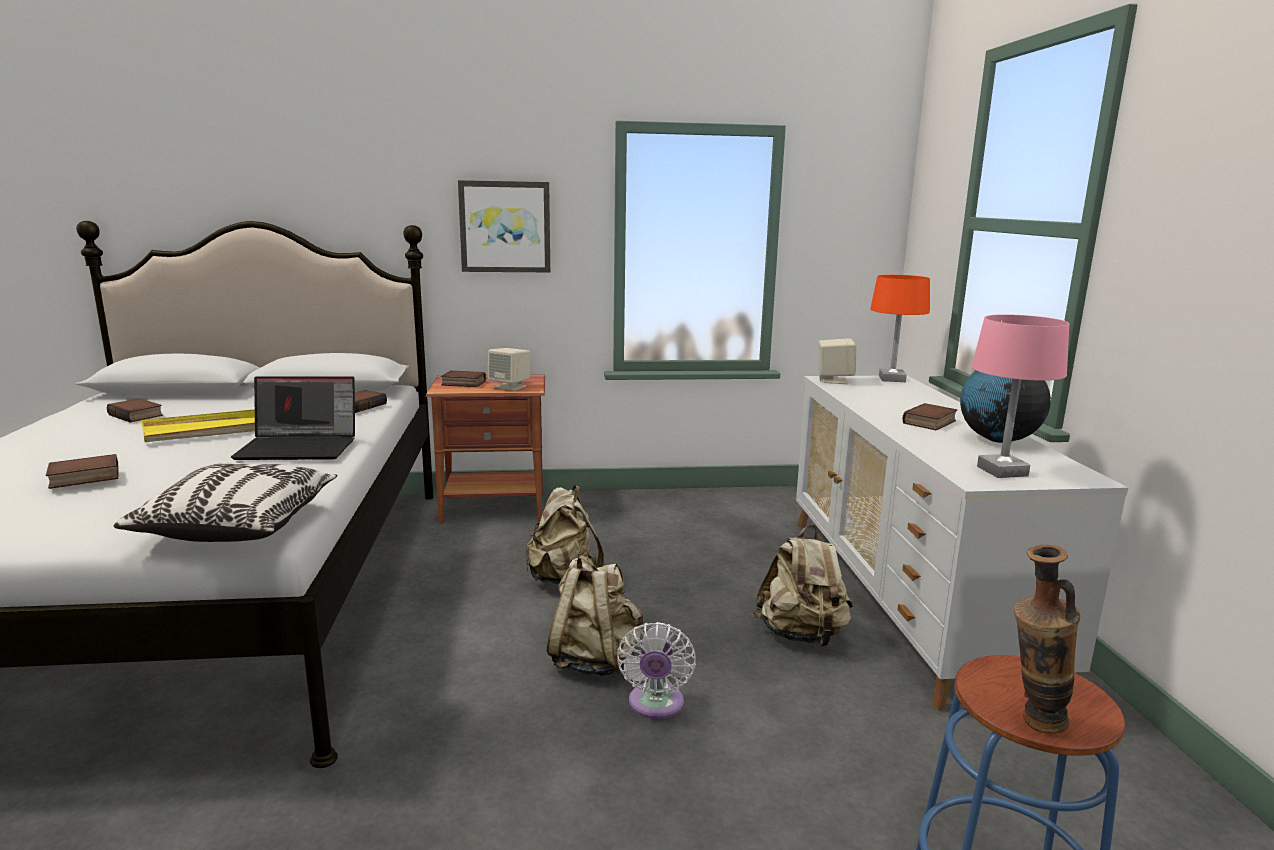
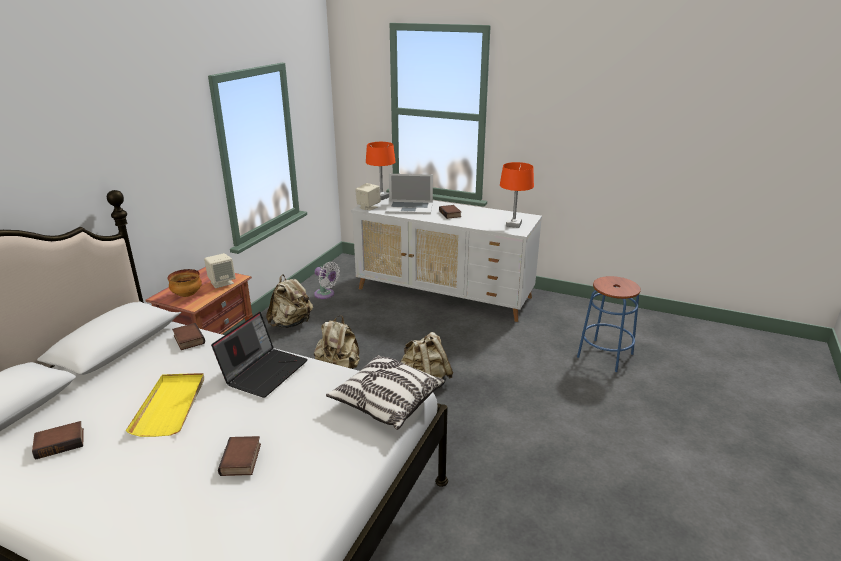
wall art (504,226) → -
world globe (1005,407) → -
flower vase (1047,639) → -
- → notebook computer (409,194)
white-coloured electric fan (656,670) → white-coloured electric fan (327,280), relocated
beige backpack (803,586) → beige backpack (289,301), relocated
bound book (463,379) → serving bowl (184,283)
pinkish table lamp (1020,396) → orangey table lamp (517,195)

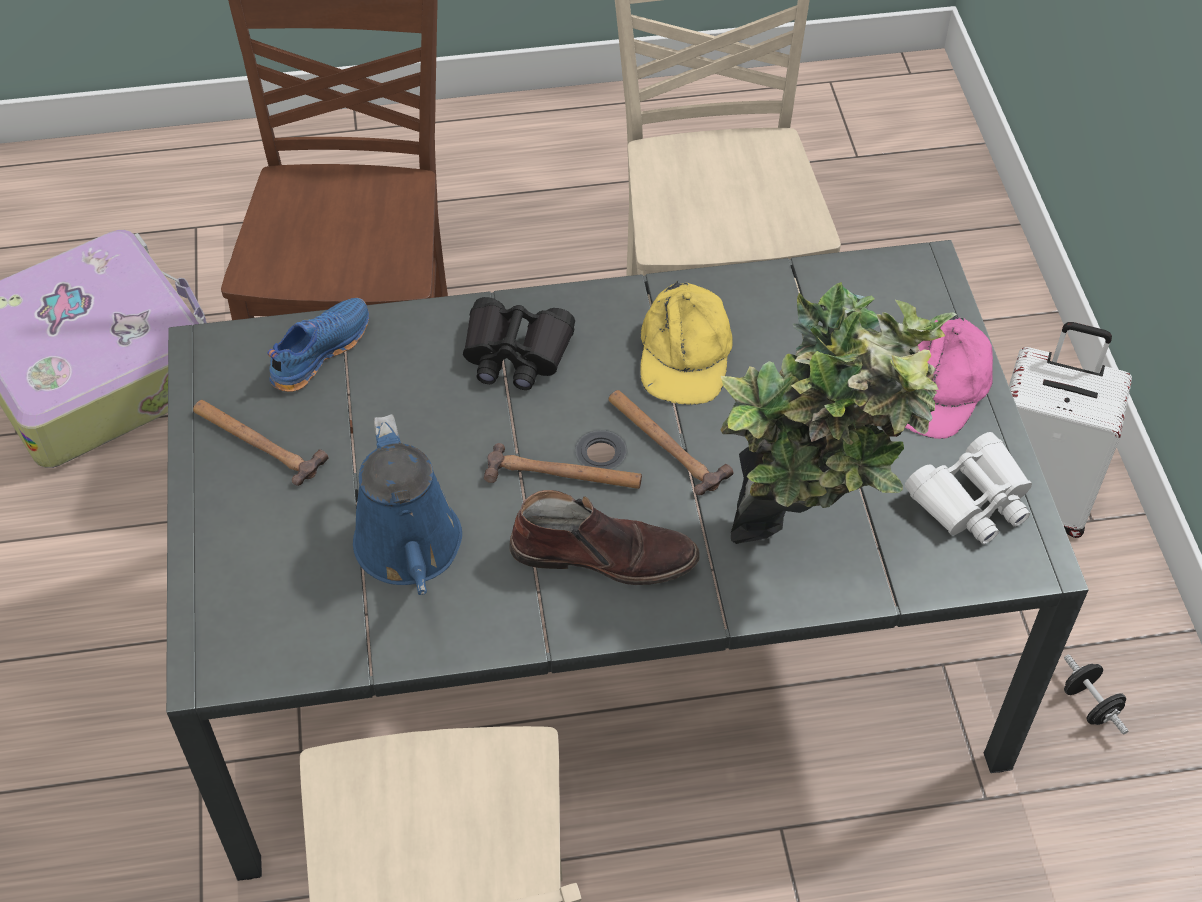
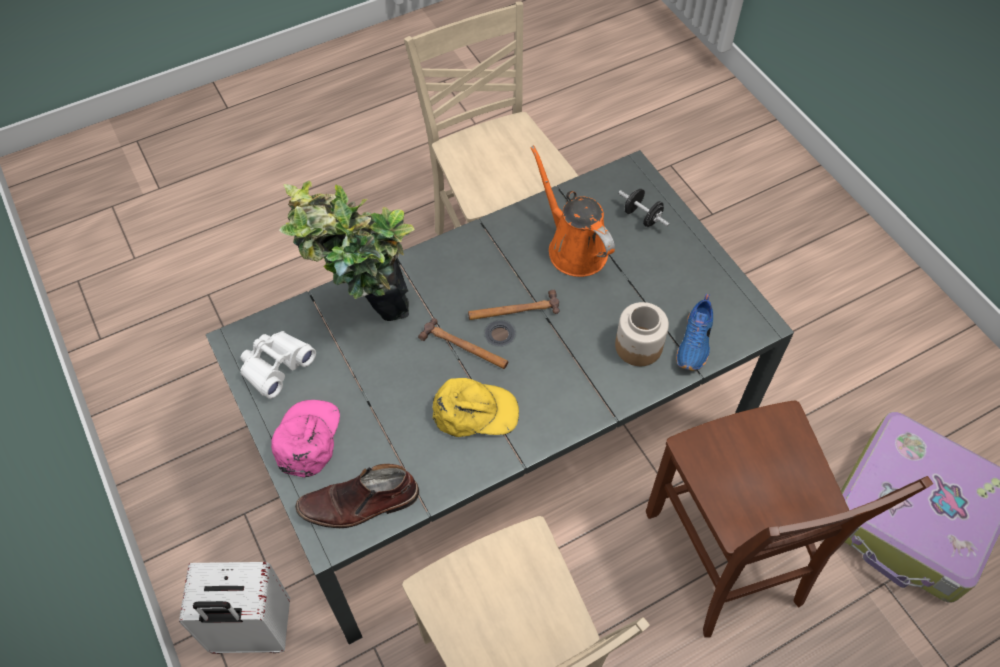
hand hammer (261,443) → -
black-coloured pair of binoculars (519,343) → -
- → jar (642,334)
brown-coloured high-top boot (604,537) → brown-coloured high-top boot (357,496), relocated
black-coloured dumbbell (1096,694) → black-coloured dumbbell (644,208), relocated
blue watering pot (407,504) → orangey watering pot (572,211)
yellow cap (686,342) → yellow cap (475,407), 105 degrees clockwise

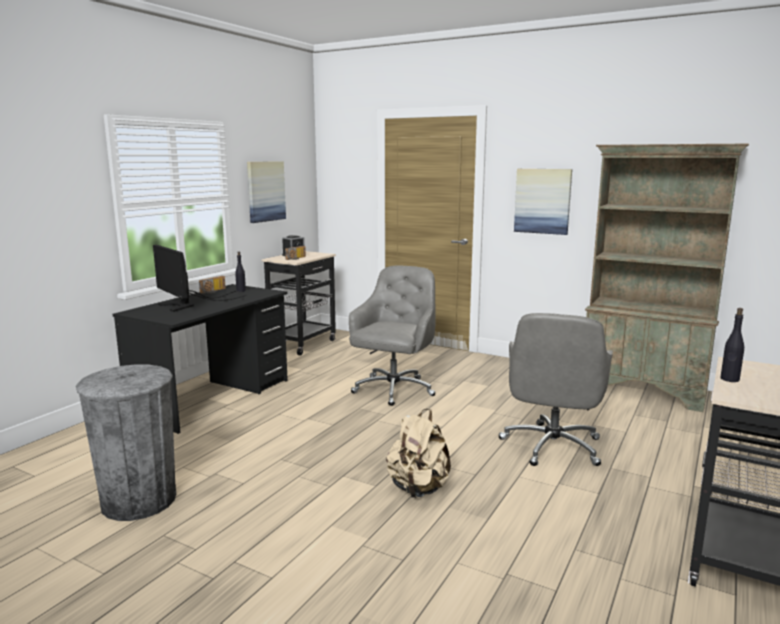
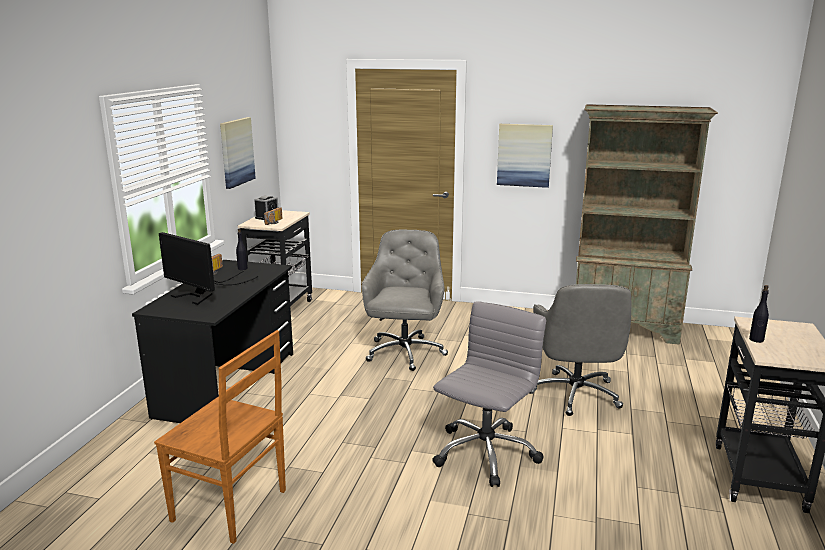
greyish waste bin (126,443) → brown-coloured plain chair (220,437)
beige backpack (418,453) → greyish computer chair (489,394)

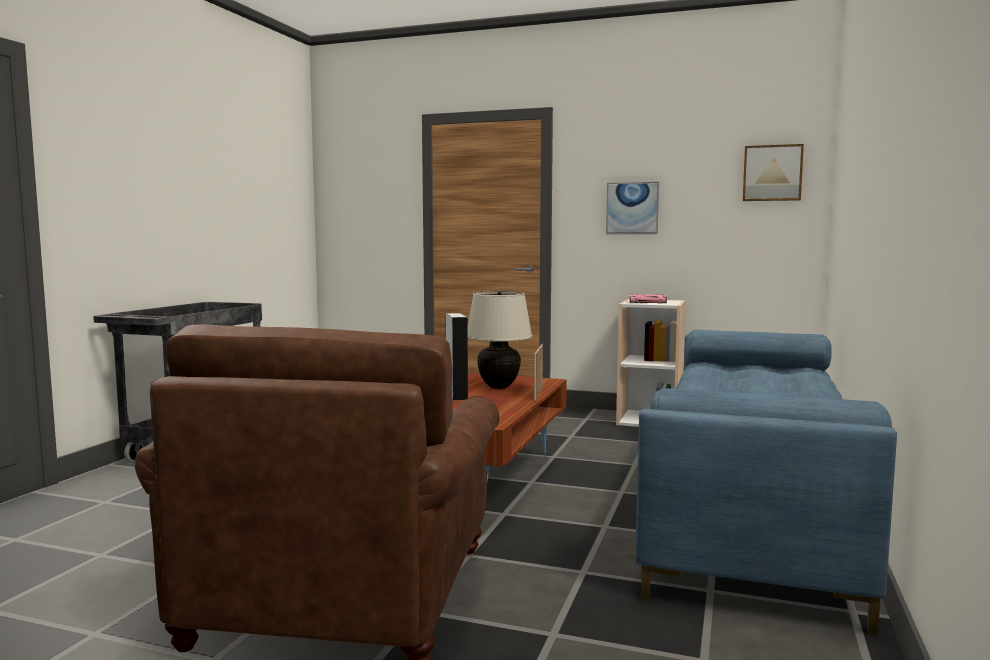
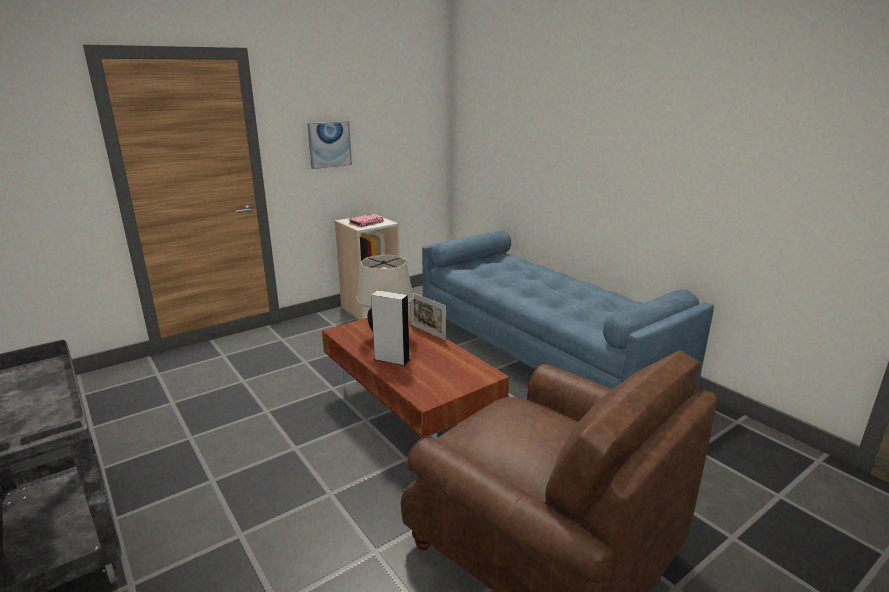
wall art (773,172) → -

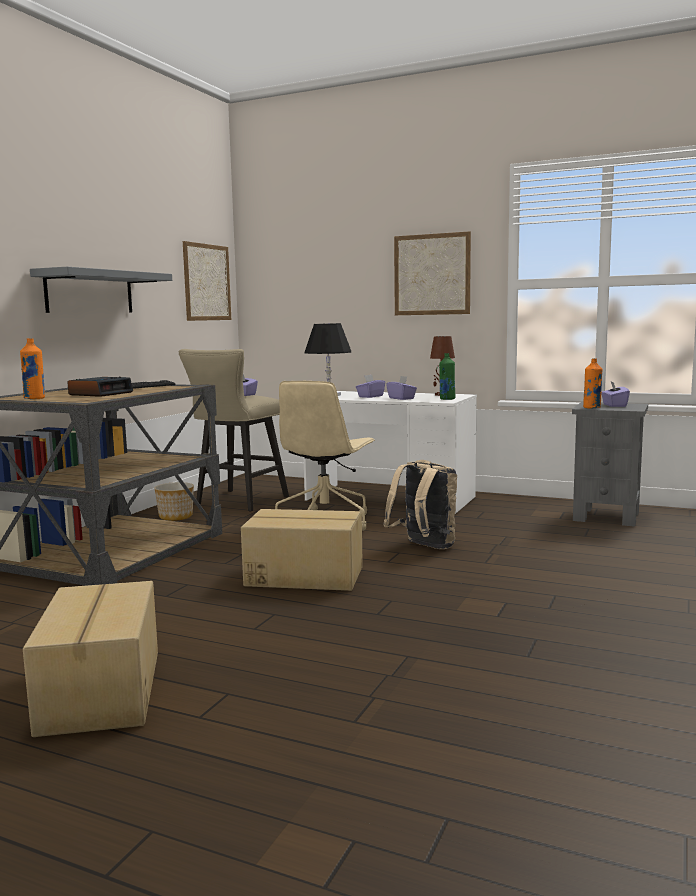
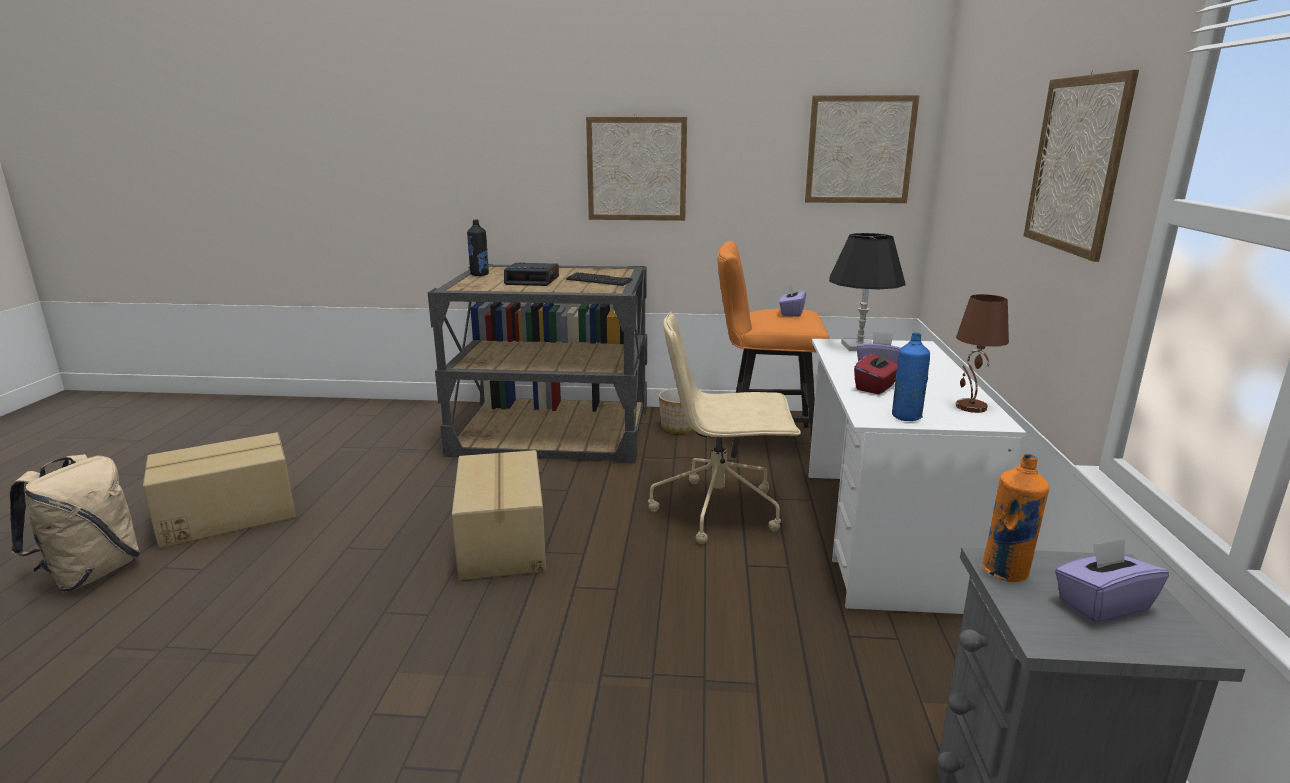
beige backpack (420,504) → beige backpack (74,523), relocated
greyish bracket shelf (101,290) → wall art (636,169)
orangey bottle (32,368) → black-coloured bottle (478,247)
beige sitting stool (234,430) → orangey sitting stool (774,349)
purplish tissue box (401,388) → red-coloured tissue box (876,372)
green bottle (447,376) → blue bottle (911,376)

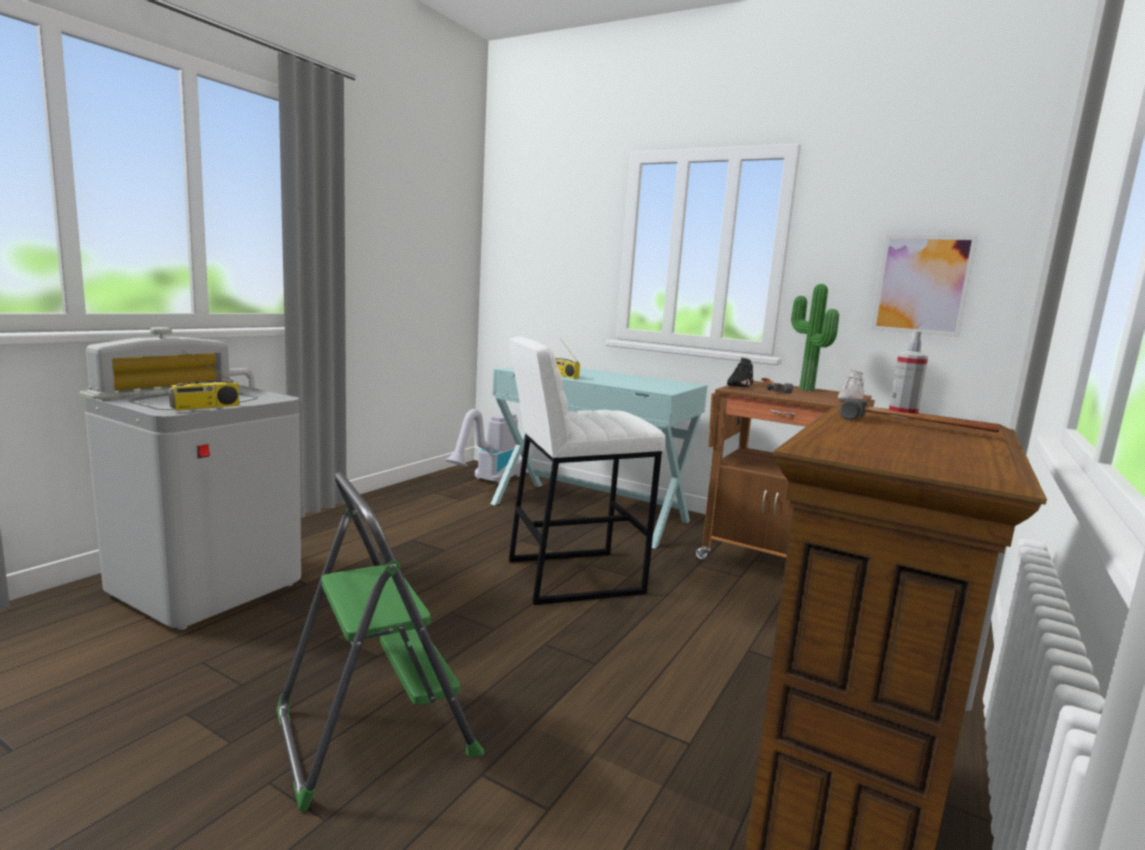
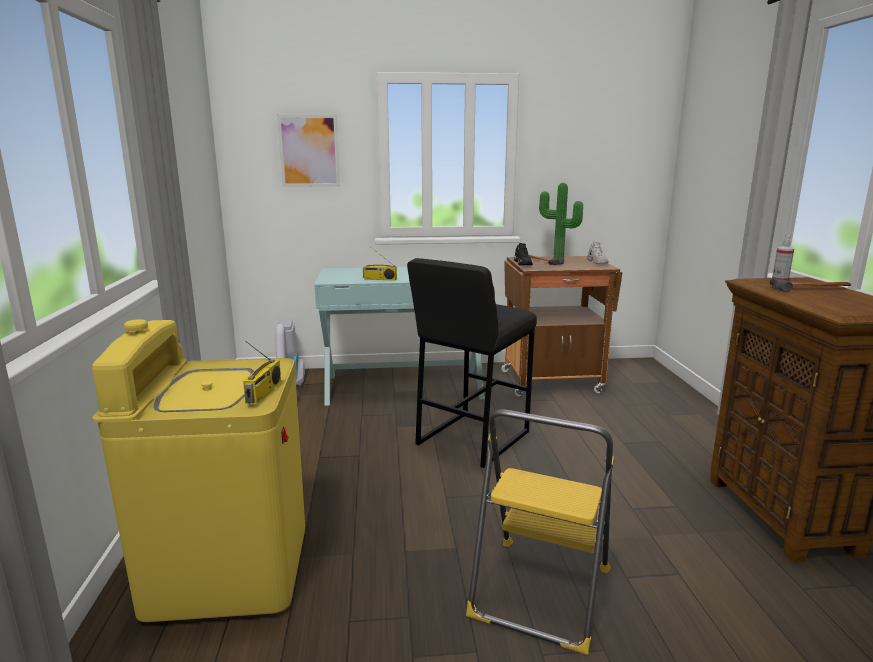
wall art (924,285) → wall art (308,150), relocated
greyish washing machine (190,478) → yellow washing machine (198,470)
green step stool (380,641) → yellow step stool (540,532)
white-coloured sitting stool (587,471) → black-coloured sitting stool (472,363)

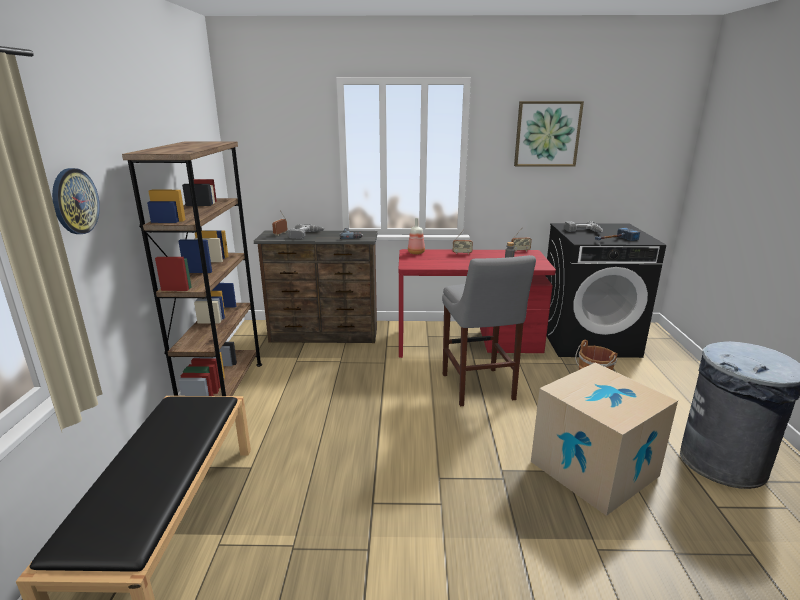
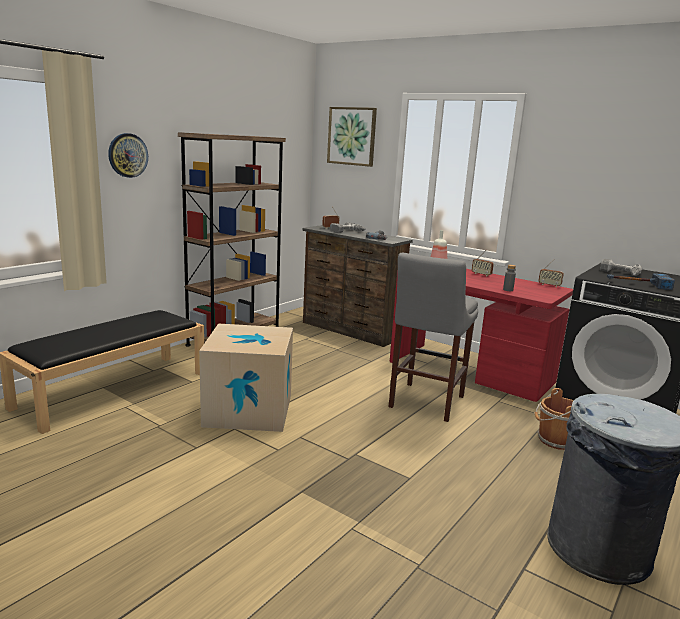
wall art (549,134) → wall art (352,137), relocated
cardboard box (604,439) → cardboard box (246,378), relocated

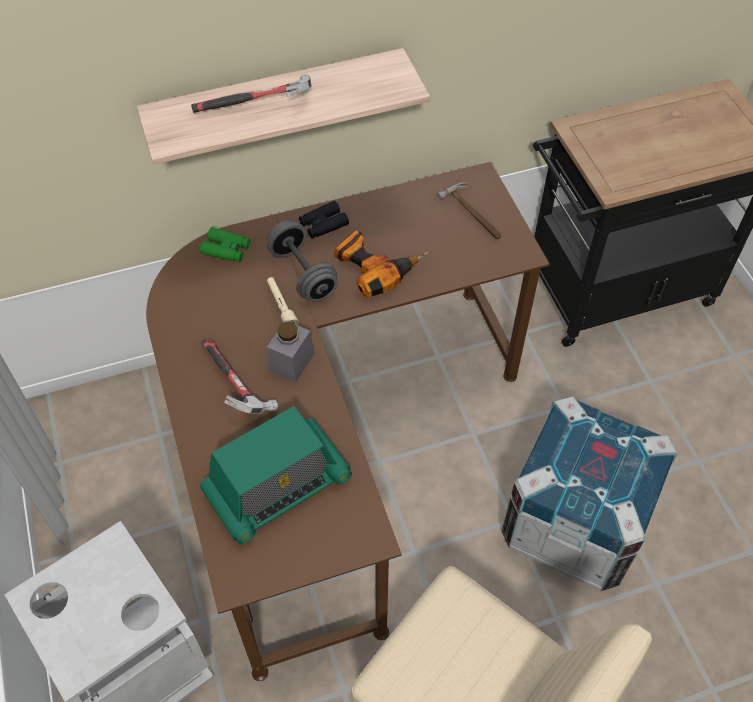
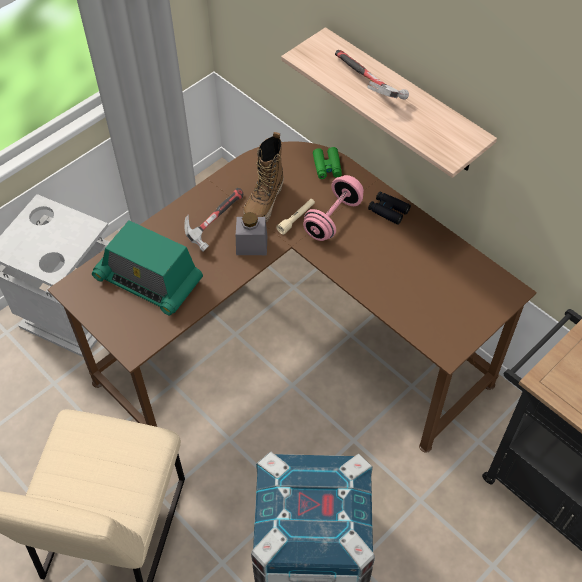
electric drill (381,264) → -
hand hammer (469,210) → -
- → high-top boot (263,177)
greyish dumbbell (302,261) → pinkish dumbbell (333,208)

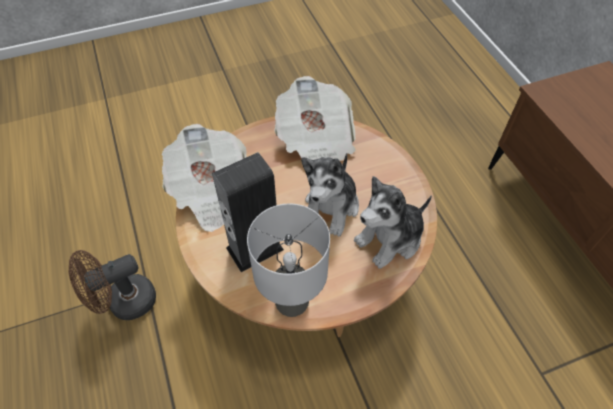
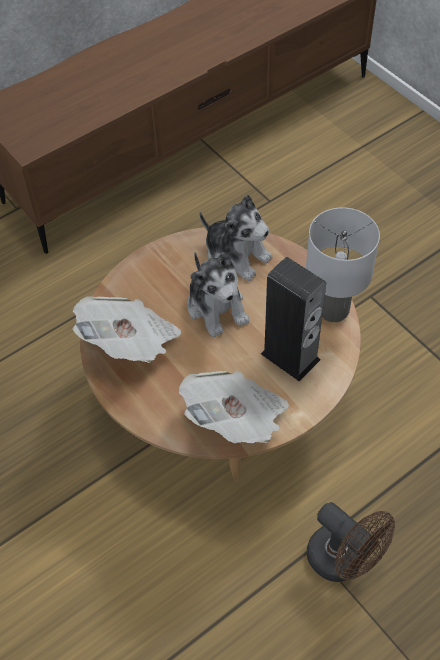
plush toy (330,195) → plush toy (218,295), 60 degrees clockwise

